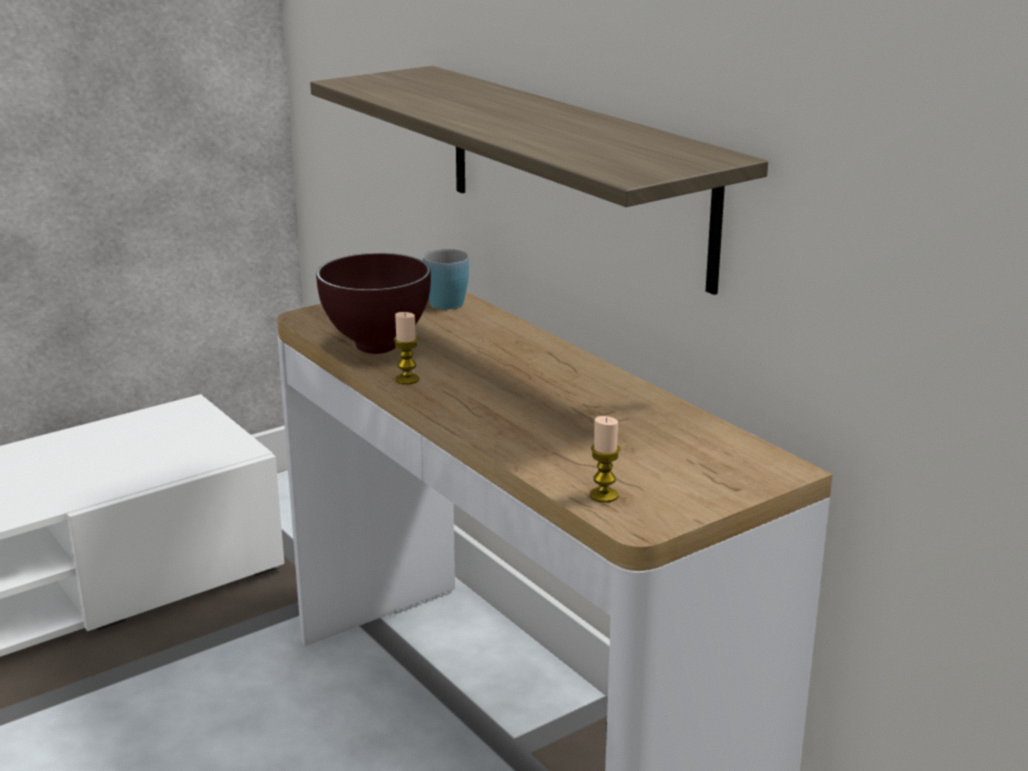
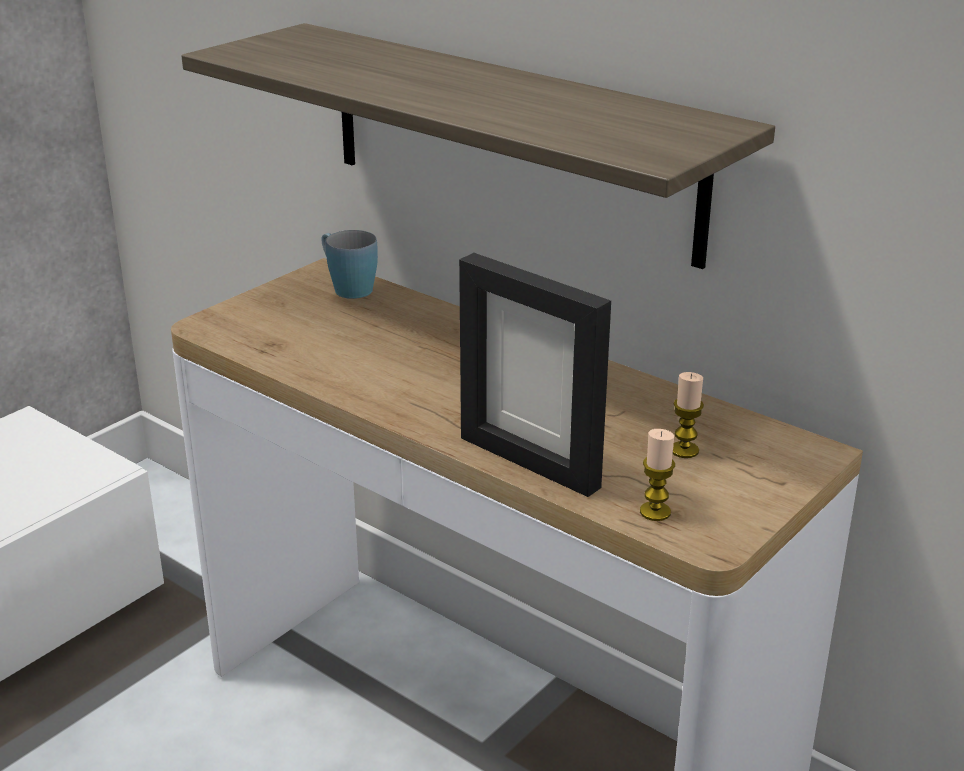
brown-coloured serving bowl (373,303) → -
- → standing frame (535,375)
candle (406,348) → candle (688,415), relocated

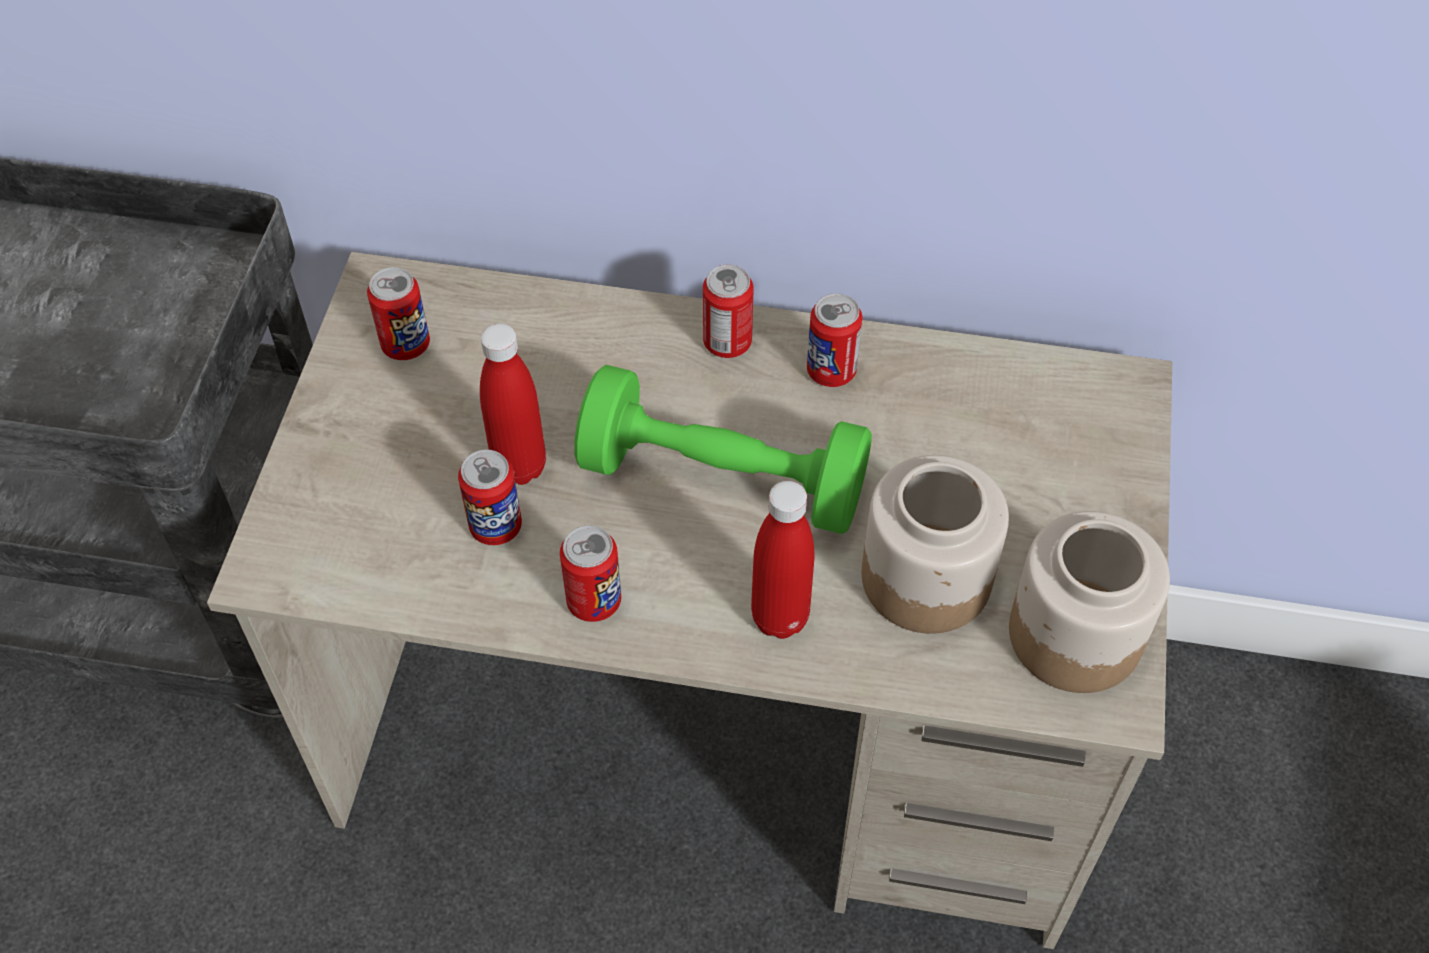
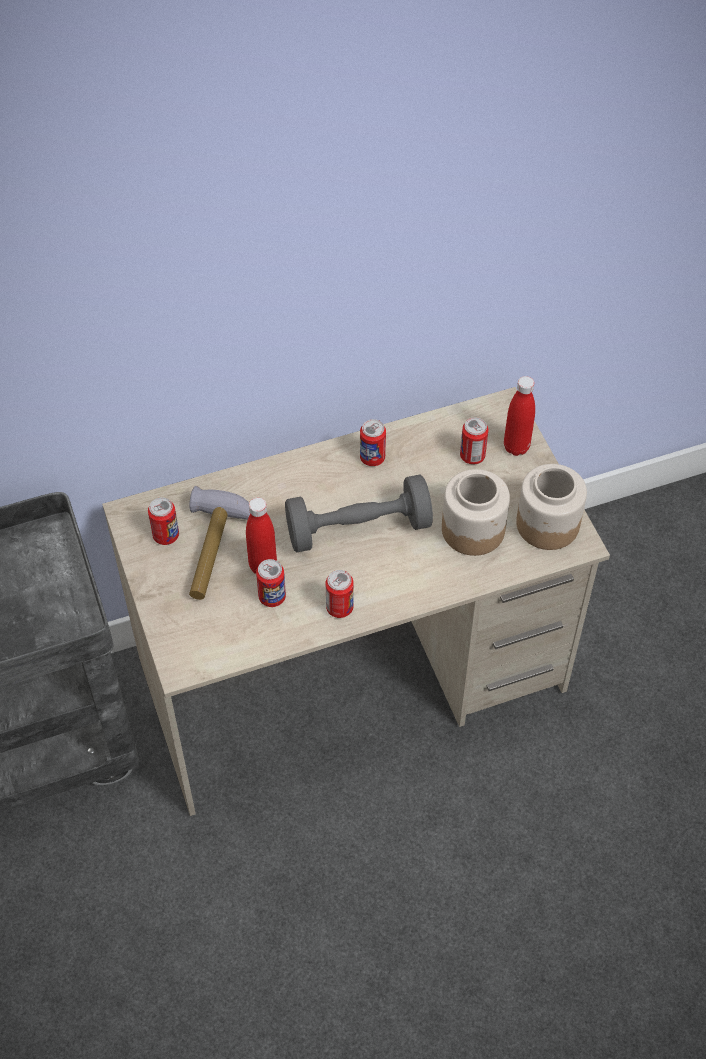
- → hand hammer (219,543)
sealed can (728,311) → sealed can (474,440), relocated
red-coloured bottle (783,560) → red-coloured bottle (519,416), relocated
green dumbbell (723,449) → greyish dumbbell (359,513)

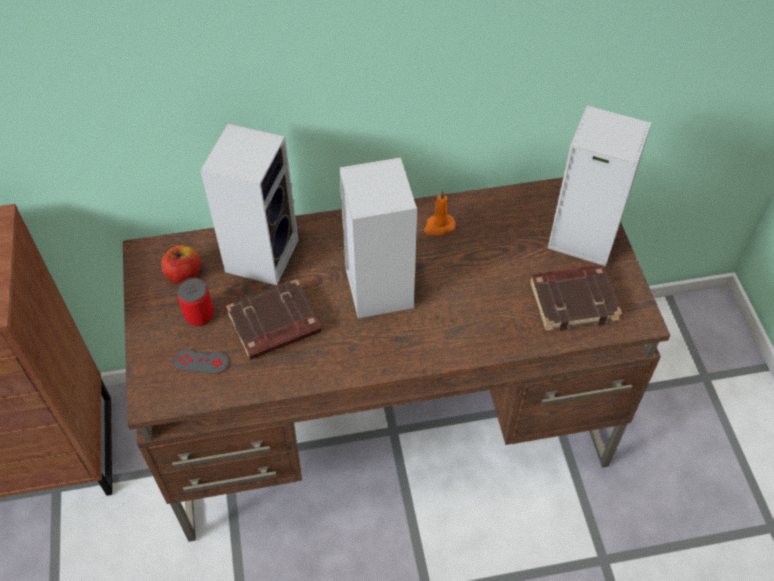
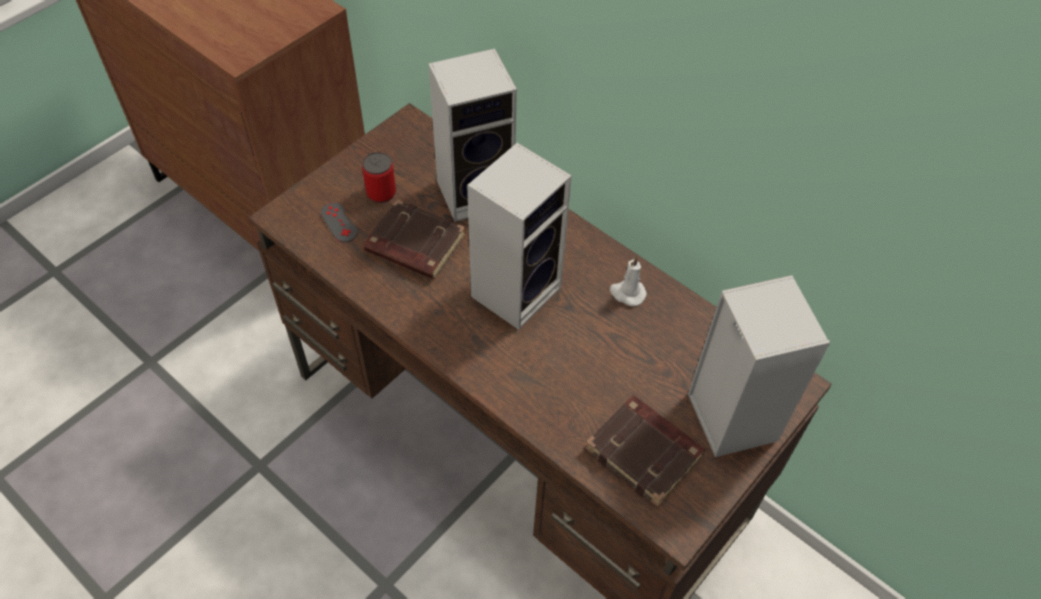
apple (181,264) → -
orangey candle (439,213) → white-coloured candle (628,281)

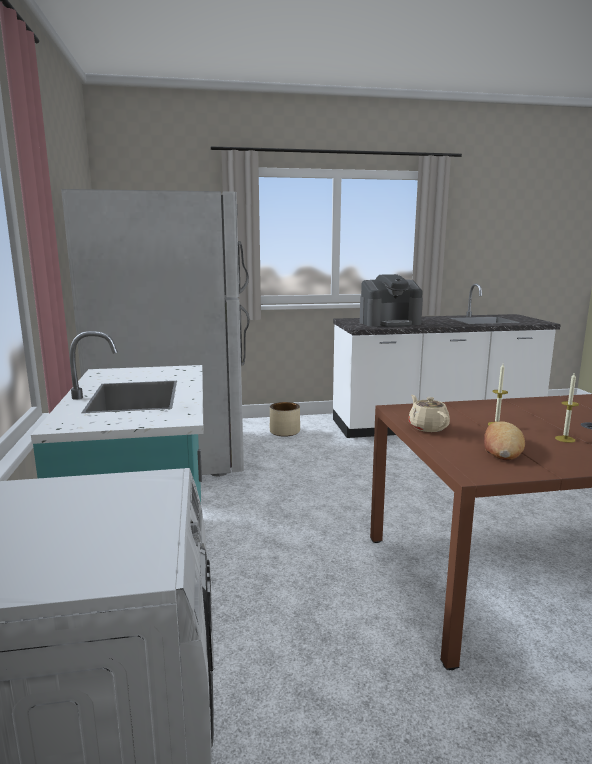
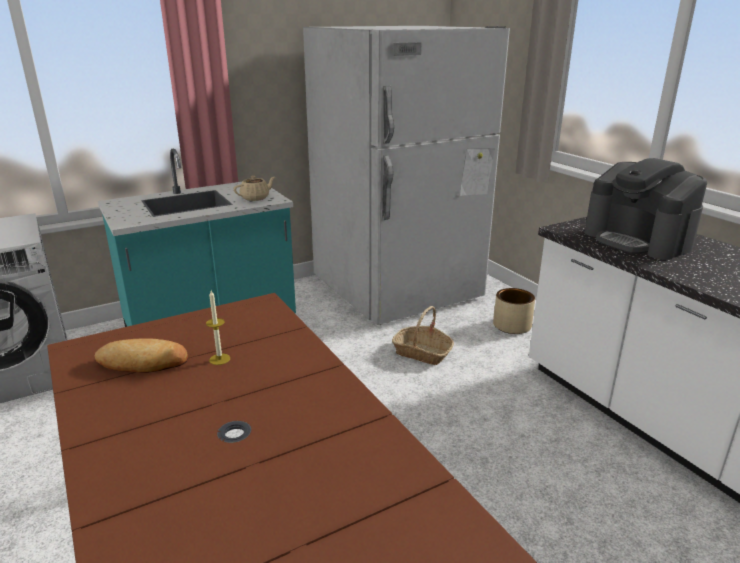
candle (567,408) → -
- → storage basket (423,335)
beige tea pot (429,413) → beige tea pot (254,188), relocated

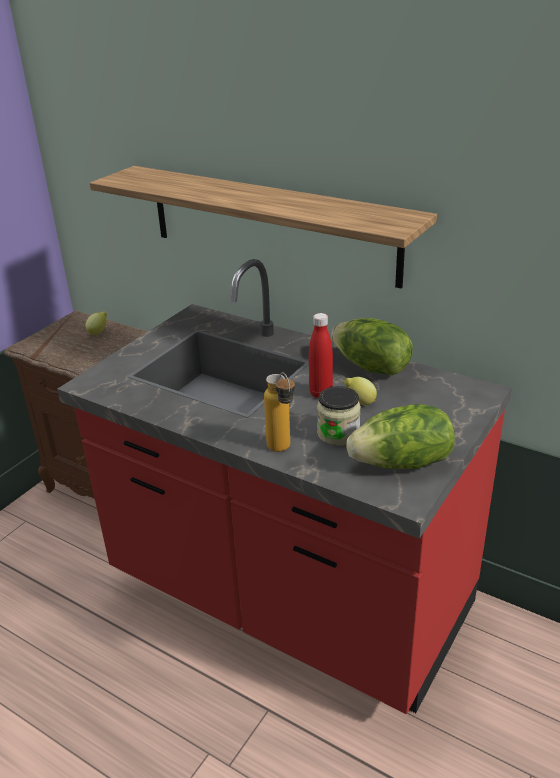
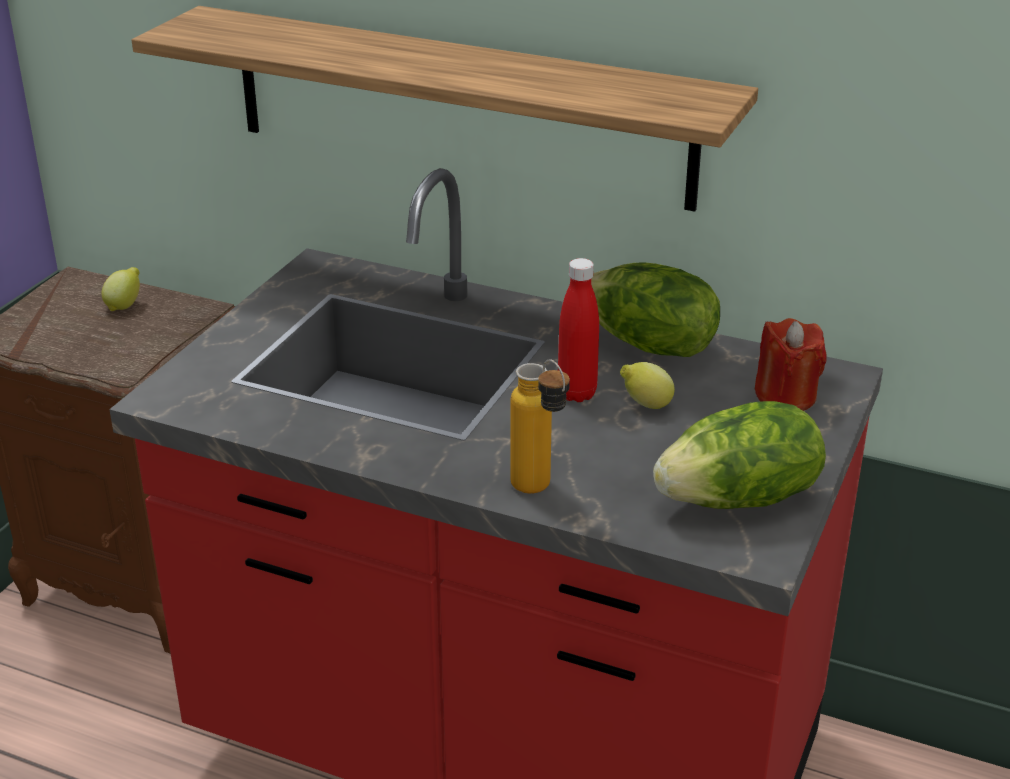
jar (339,416) → -
- → red-coloured candle (791,364)

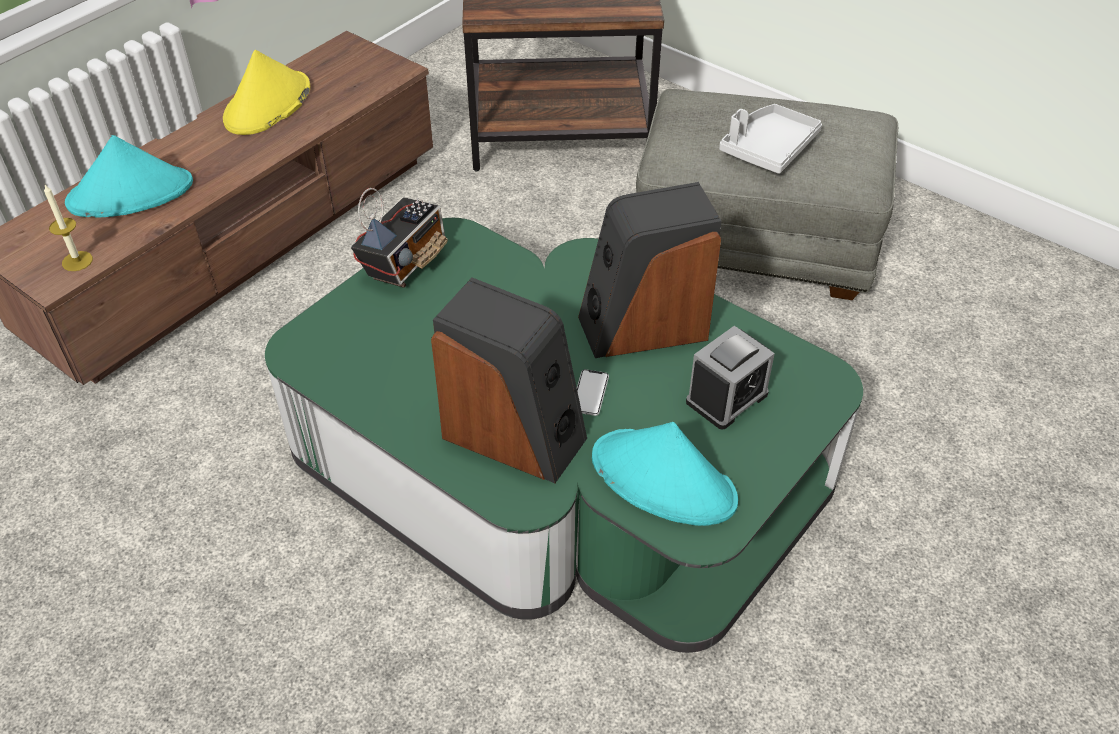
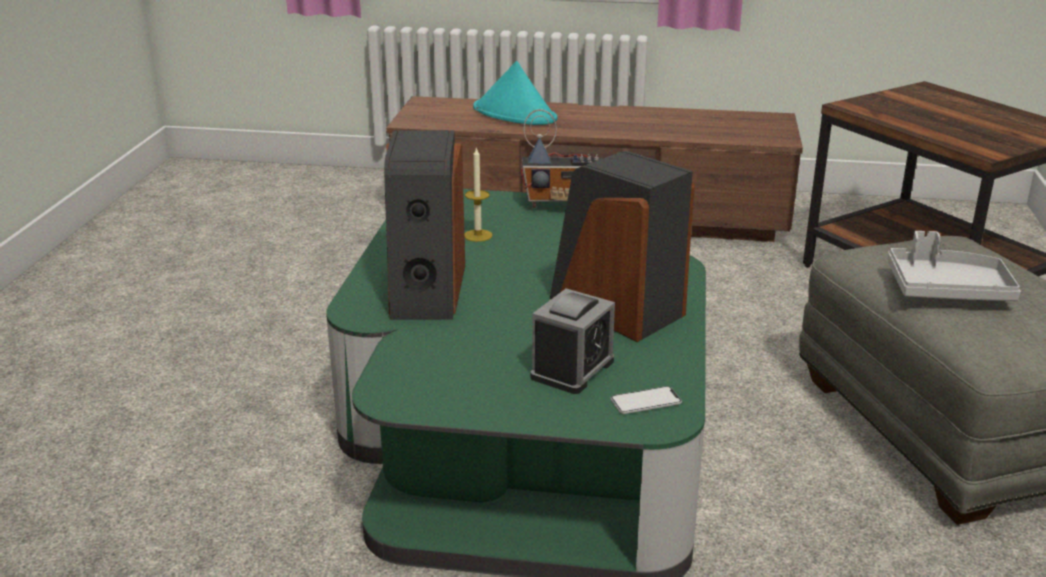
yellow wearable hat (266,92) → -
turquoise wearable hat (665,474) → -
candle (68,228) → candle (478,194), relocated
phone (593,392) → phone (646,400), relocated
alarm clock (730,378) → alarm clock (572,341), 75 degrees counterclockwise

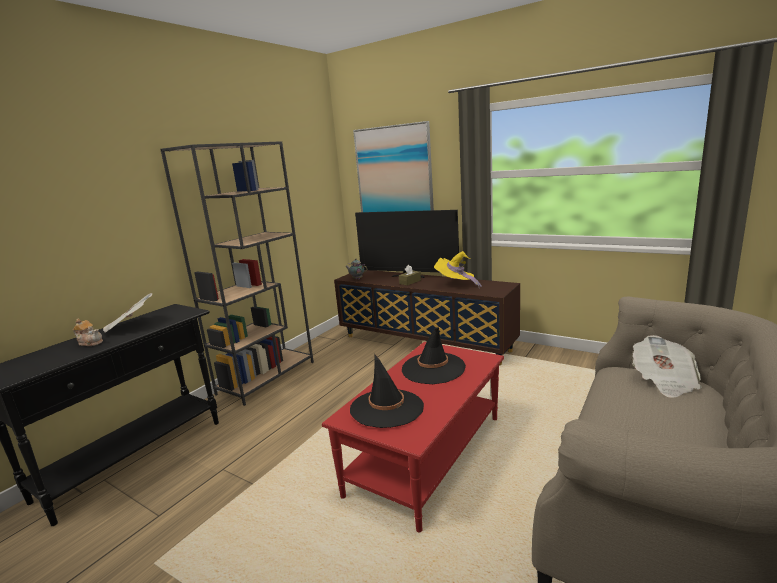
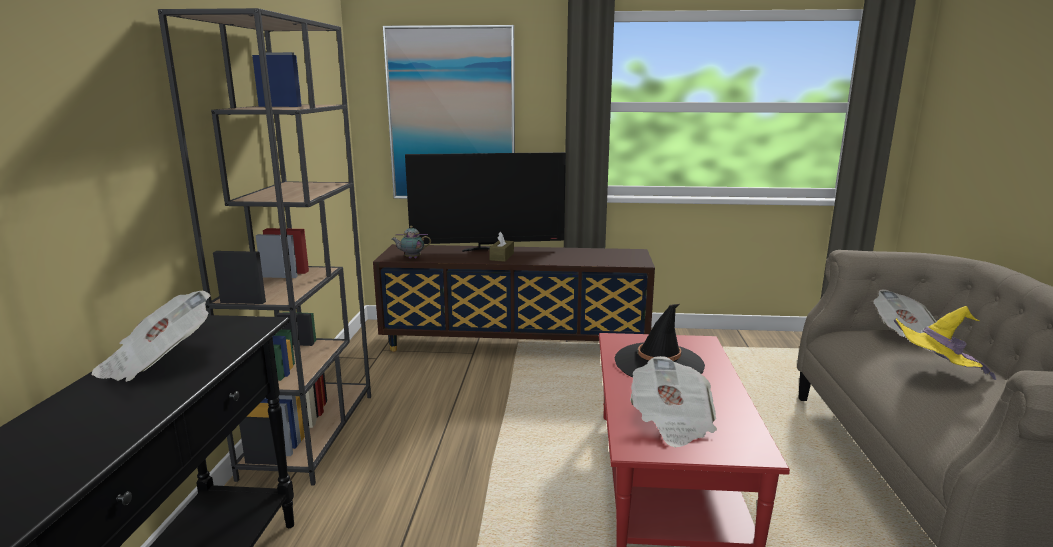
tea pot (88,332) → -
yellow wearable hat (458,269) → yellow wearable hat (945,343), relocated
black-coloured wearable hat (387,391) → daily paper (673,402)

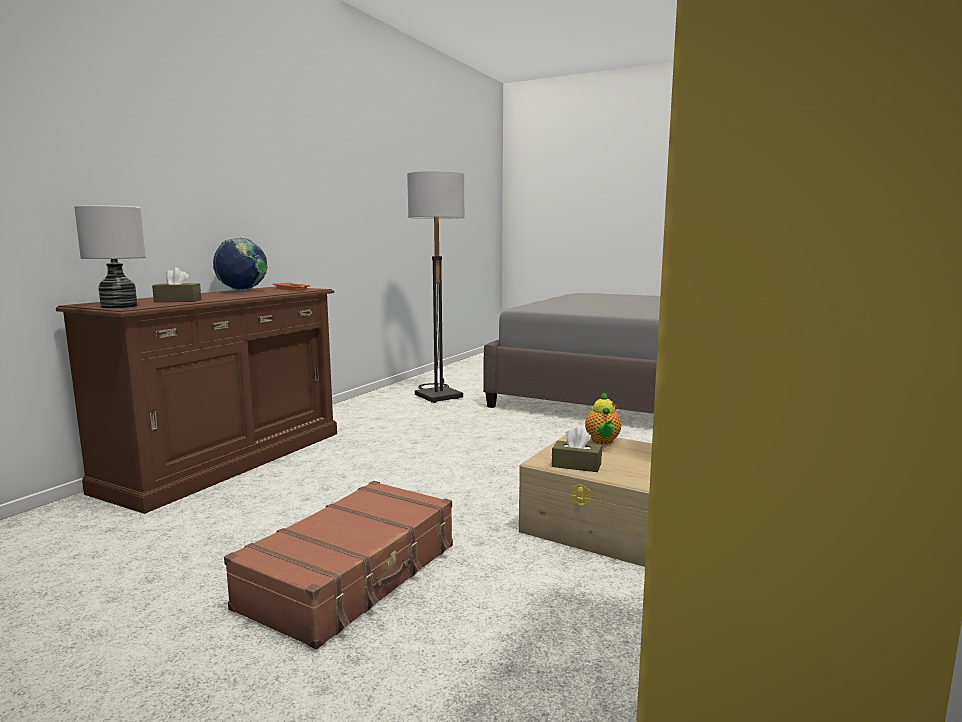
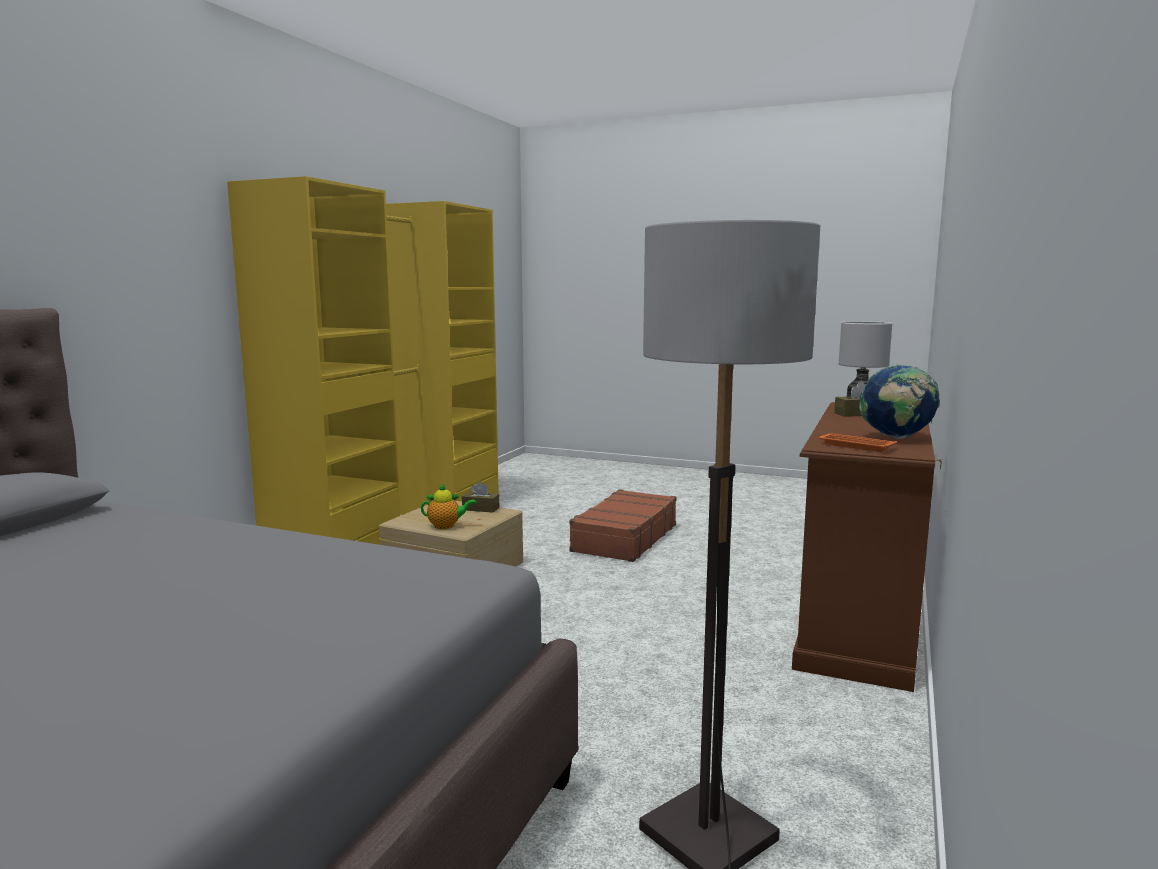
tea pot (603,418) → tea pot (448,506), 90 degrees clockwise

